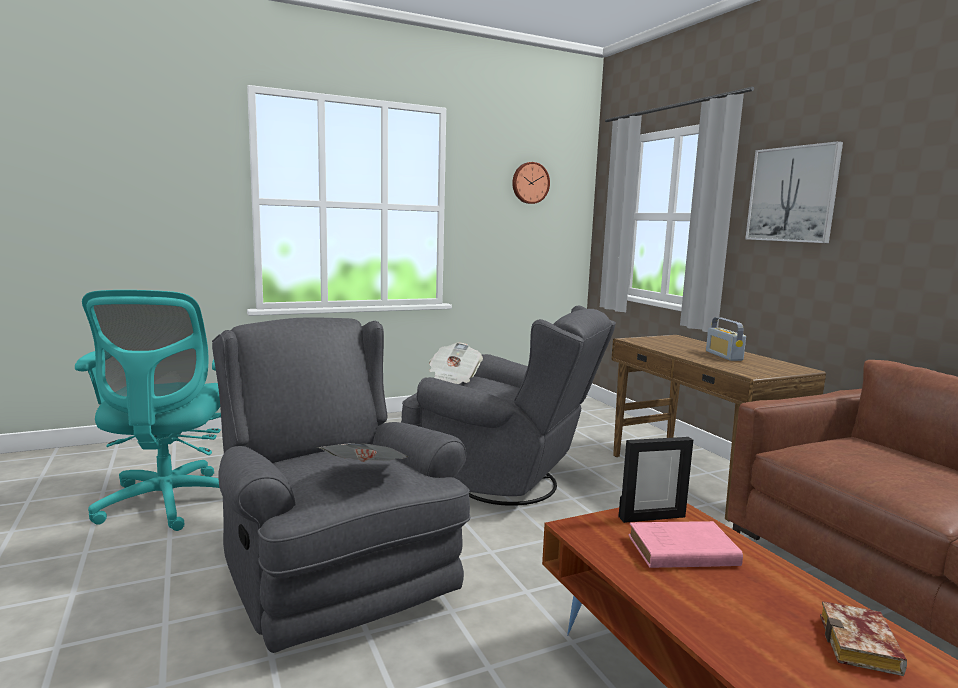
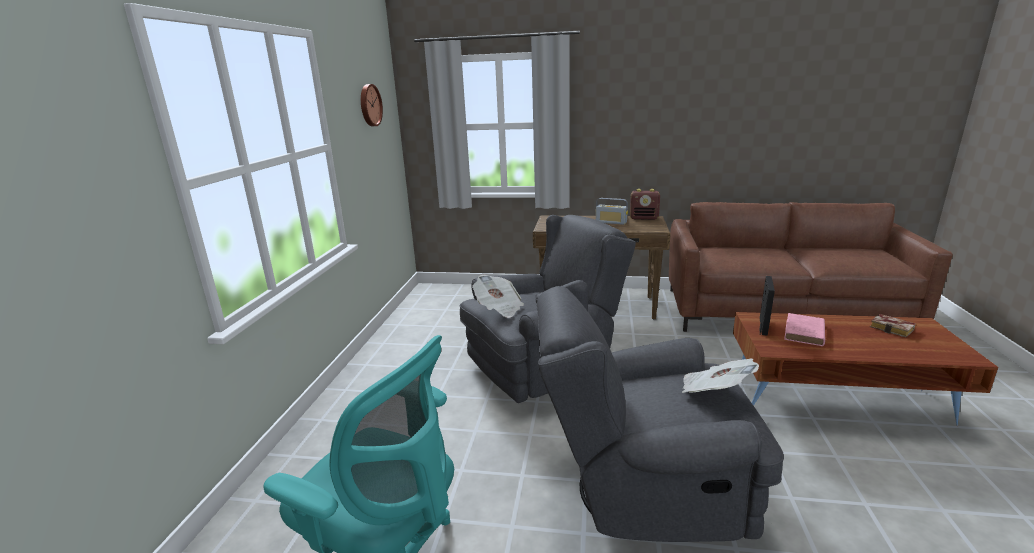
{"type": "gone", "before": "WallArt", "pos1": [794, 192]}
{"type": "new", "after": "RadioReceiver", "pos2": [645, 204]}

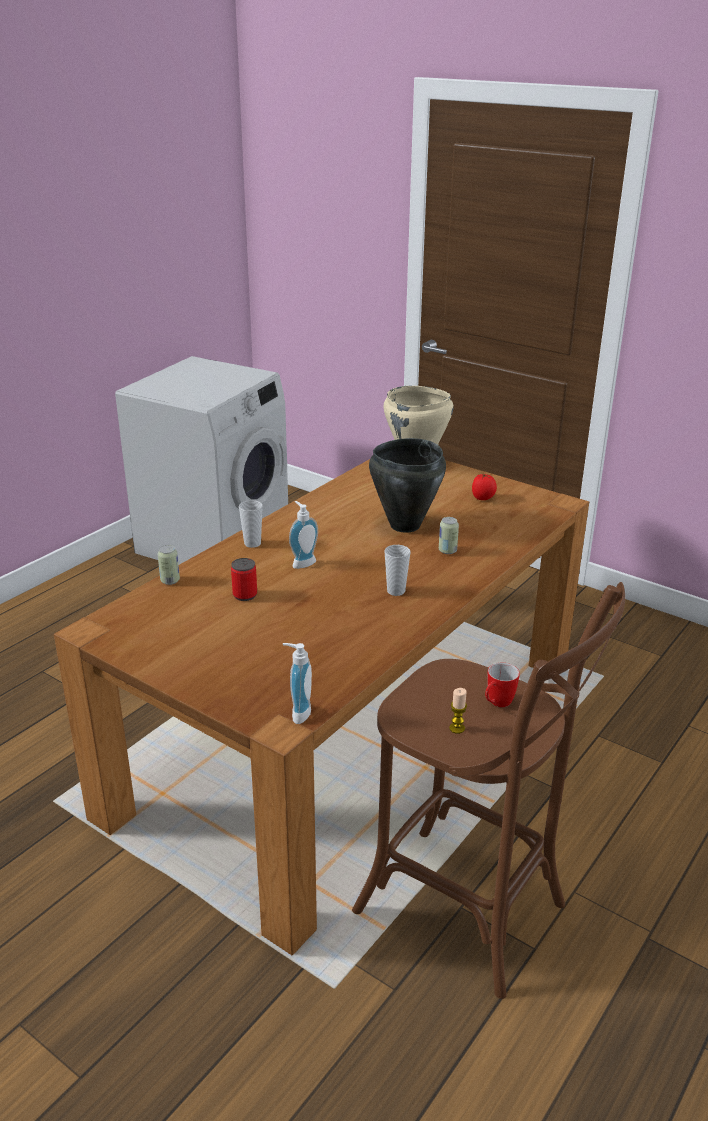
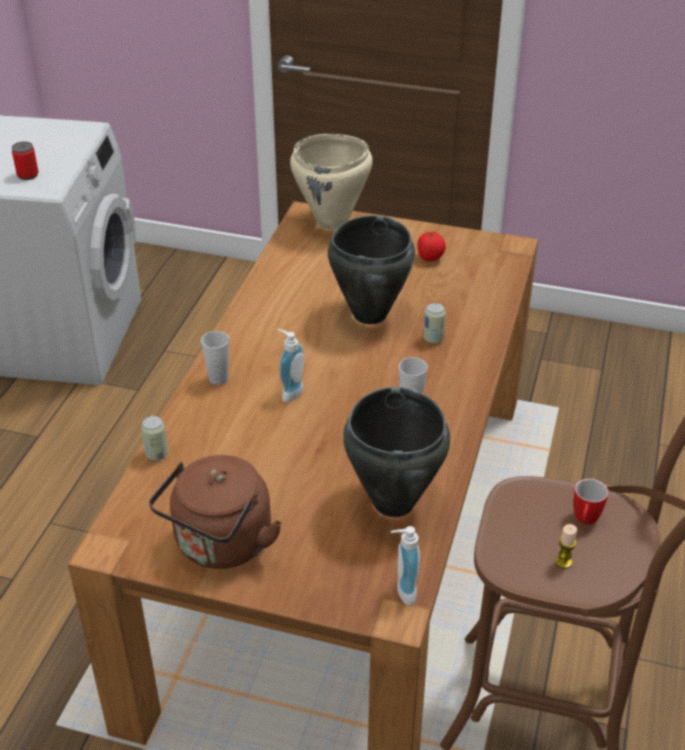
{"type": "new", "after": "BrownWaterKettle", "pos2": [215, 512]}
{"type": "new", "after": "BlackSaucepot", "pos2": [396, 452]}
{"type": "shifted", "before": "SealedCan", "pos1": [244, 579], "pos2": [25, 161]}

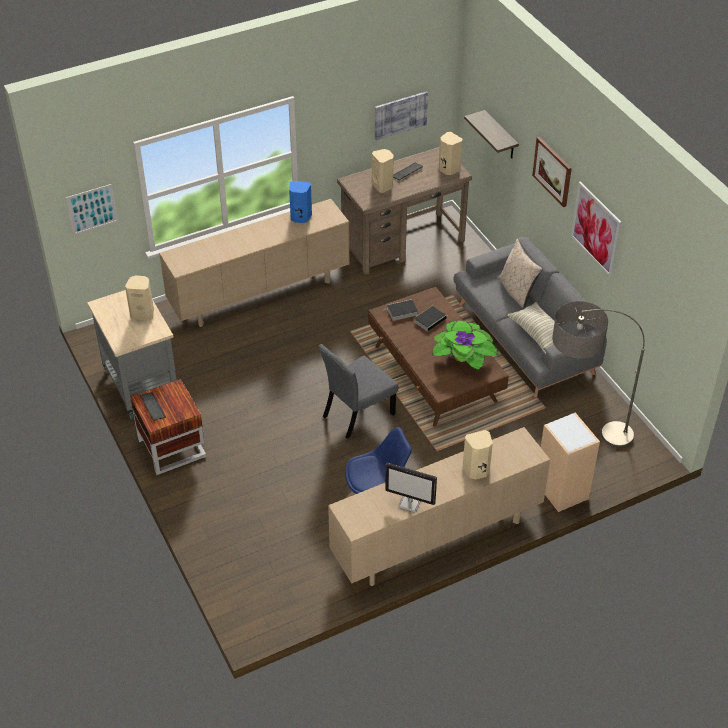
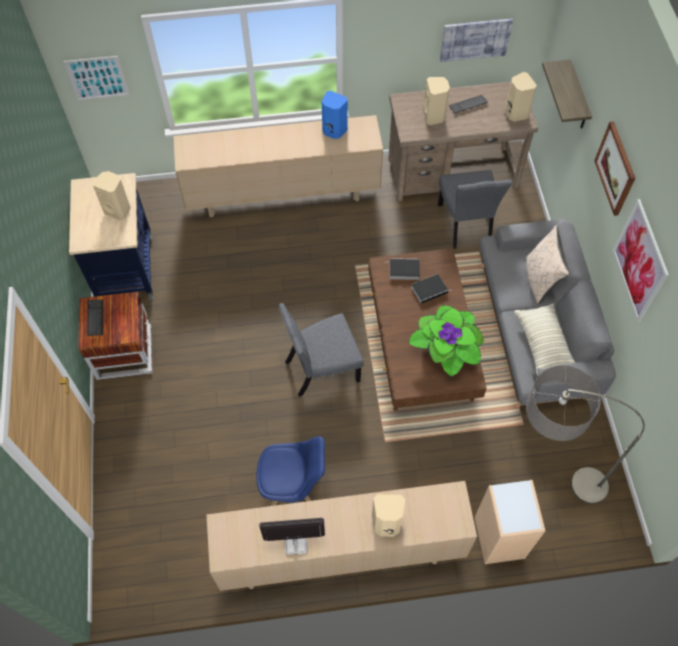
{"type": "new", "after": "GreyUprightChair", "pos2": [475, 209]}
{"type": "repainted", "before": "GreyCart", "after": "BlueColouredCart", "pos1": [132, 355], "pos2": [111, 237]}
{"type": "rotated", "before": "Monitor", "pos1": [411, 487], "pos2": [292, 536], "turn": 135}

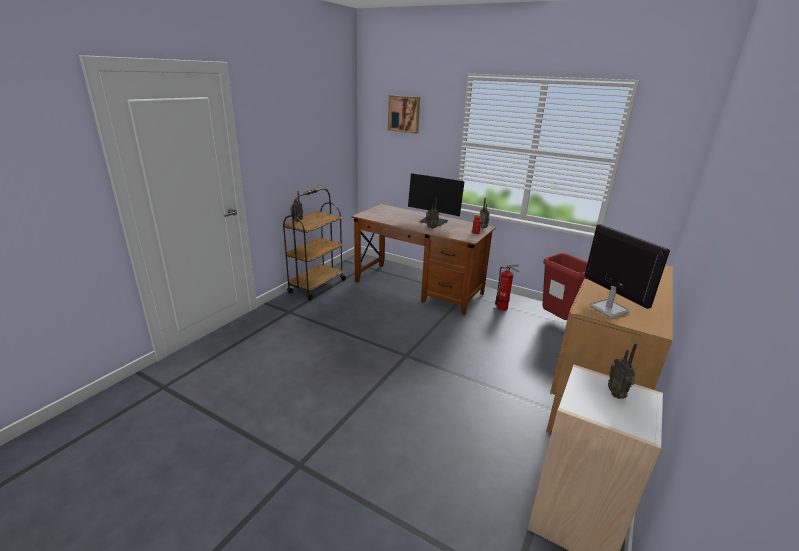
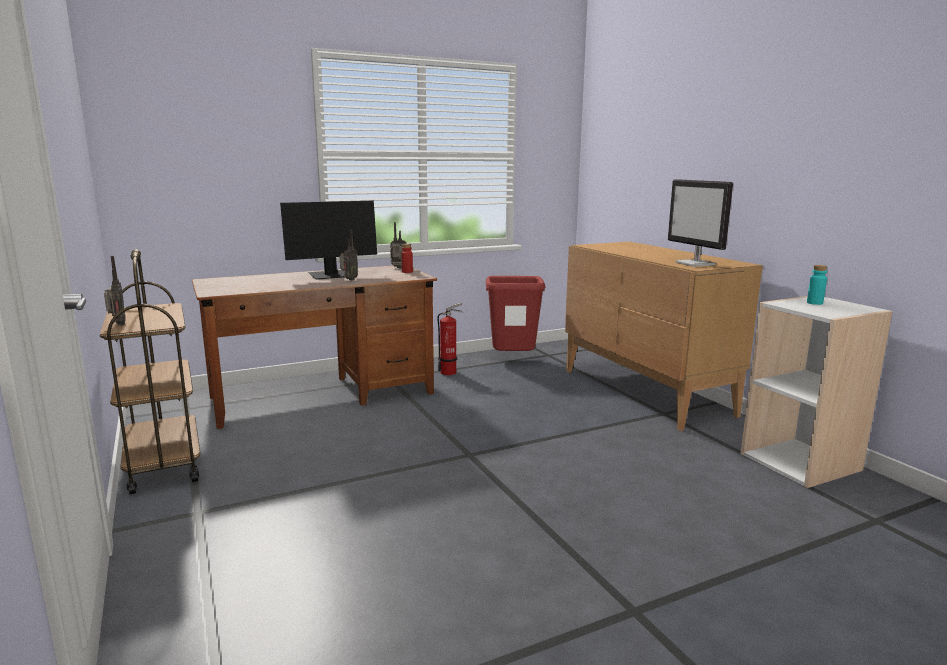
{"type": "gone", "before": "WallArt", "pos1": [404, 114]}
{"type": "swapped", "before": "RadioReceiver", "after": "TurquoiseColouredBeverageBottle", "pos1": [622, 371], "pos2": [817, 285]}
{"type": "rotated", "before": "Monitor", "pos1": [627, 271], "pos2": [700, 223], "turn": -120}

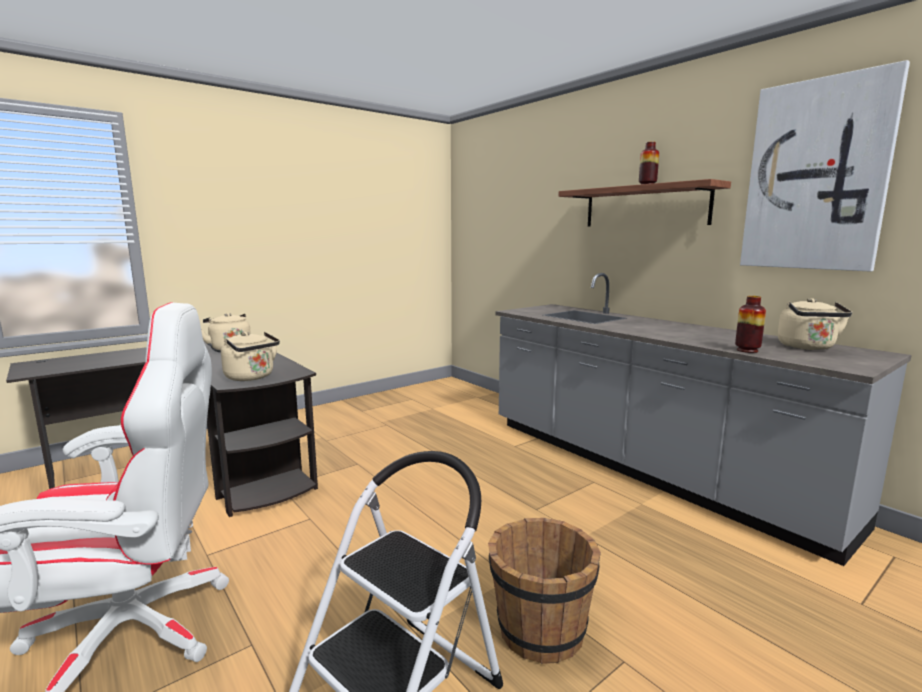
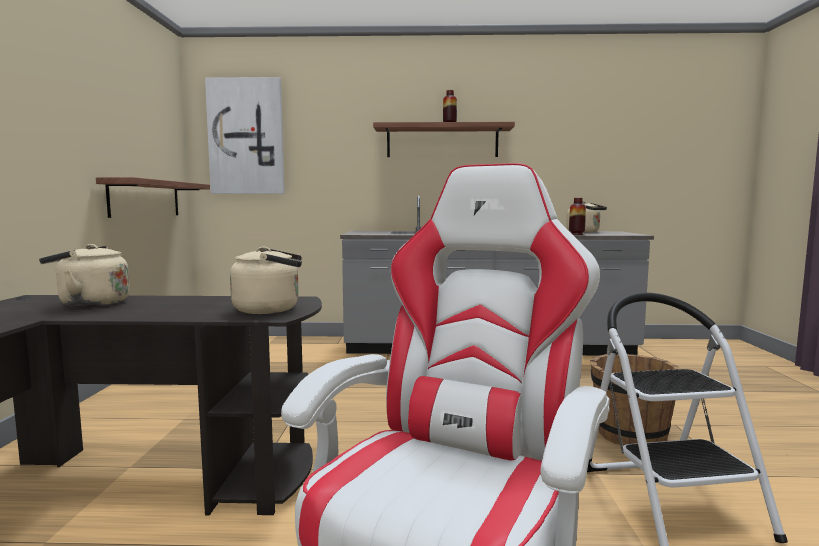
{"type": "new", "after": "WallShelf", "pos2": [153, 197]}
{"type": "shifted", "before": "WallArt", "pos1": [825, 166], "pos2": [245, 135]}

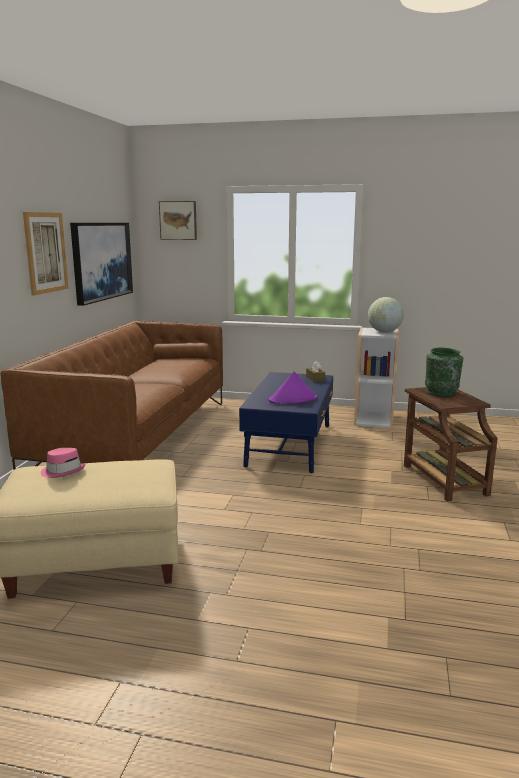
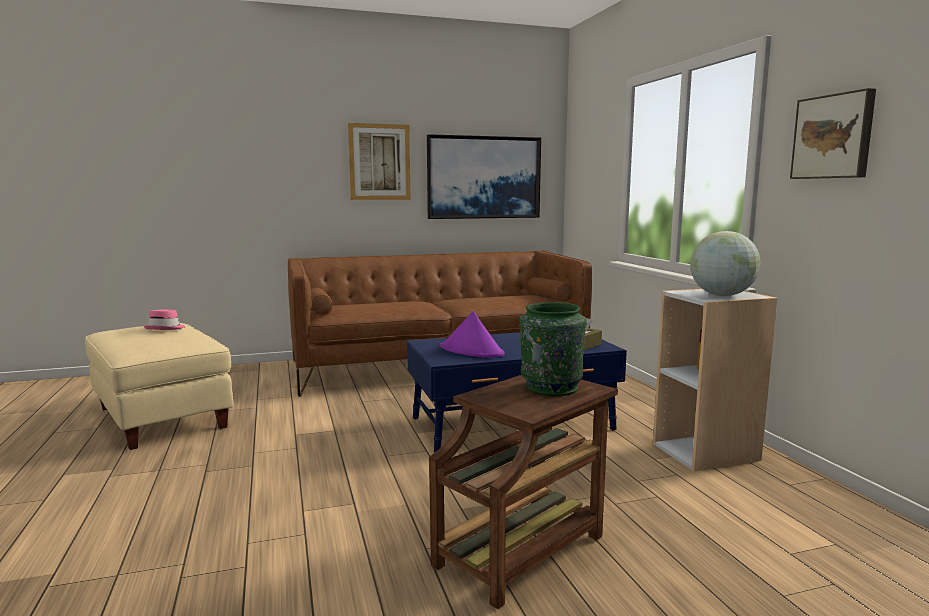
{"type": "shifted", "before": "WallArt", "pos1": [178, 220], "pos2": [833, 133]}

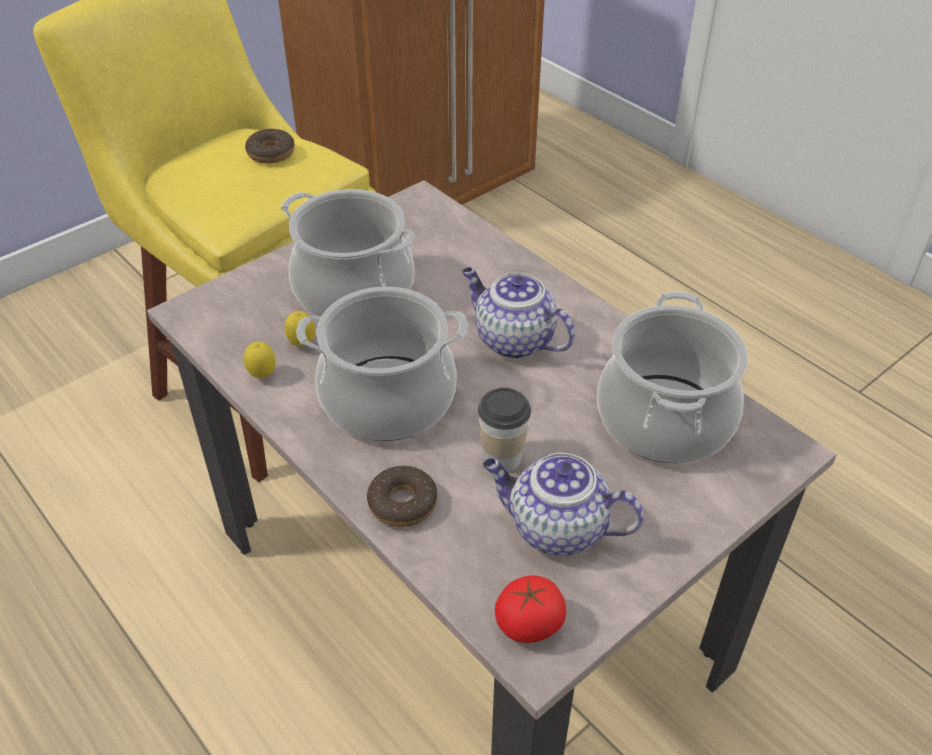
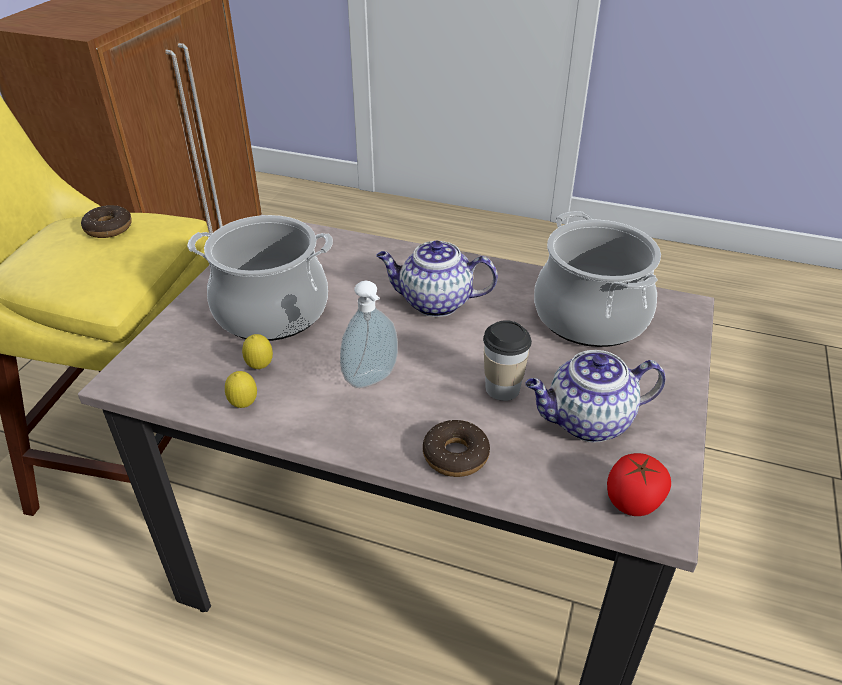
{"type": "swapped", "before": "Saucepot", "after": "SoapBottle", "pos1": [382, 364], "pos2": [369, 334]}

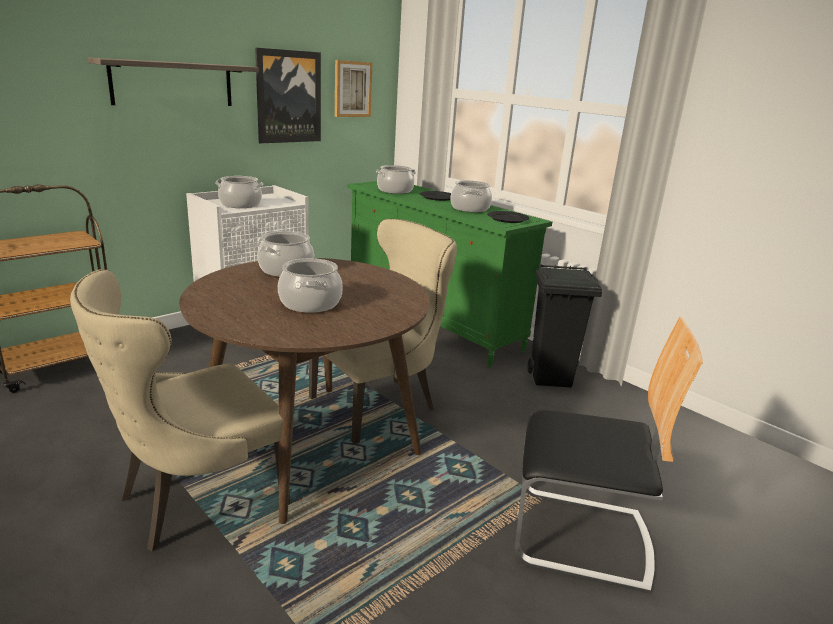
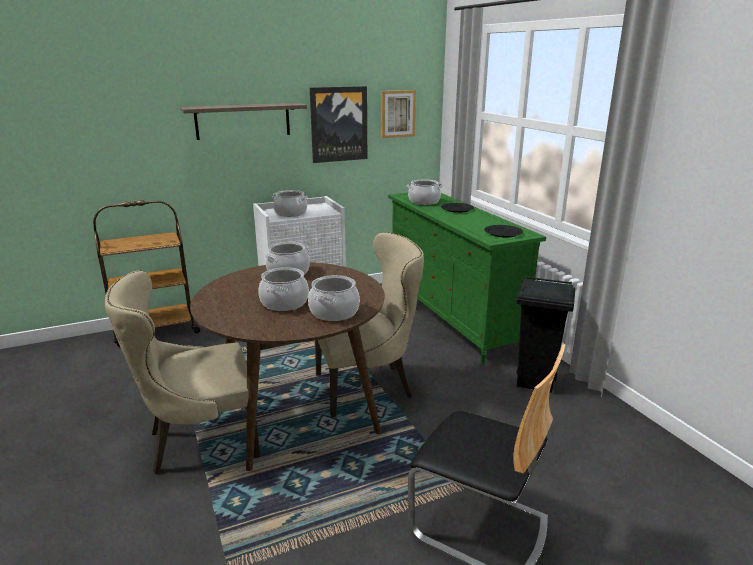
{"type": "shifted", "before": "Saucepot", "pos1": [471, 196], "pos2": [334, 298]}

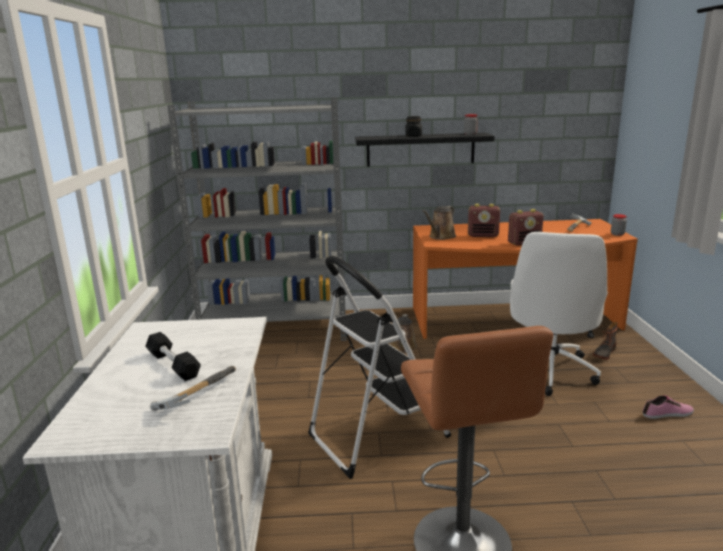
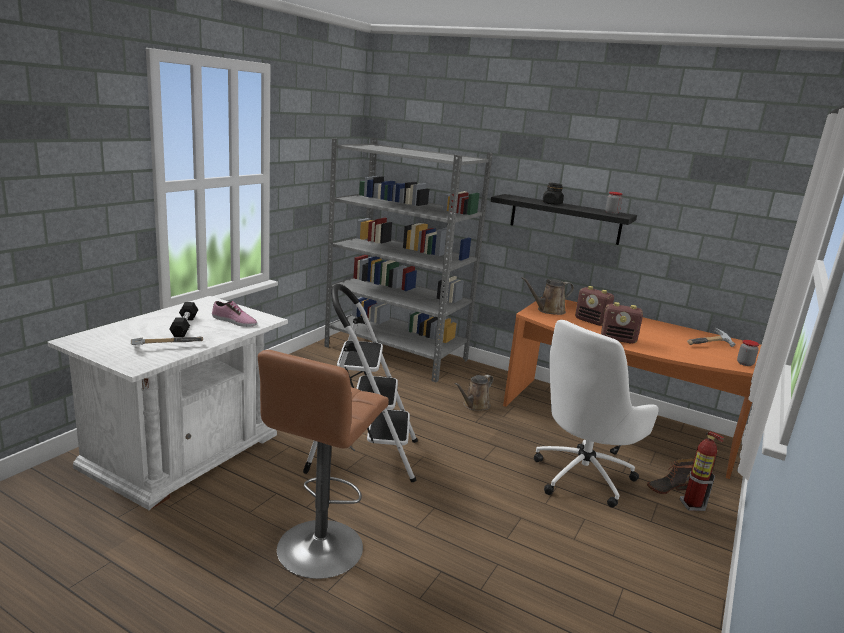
{"type": "new", "after": "FireExtinguisher", "pos2": [702, 471]}
{"type": "shifted", "before": "ItemOfFootwear", "pos1": [668, 407], "pos2": [234, 314]}

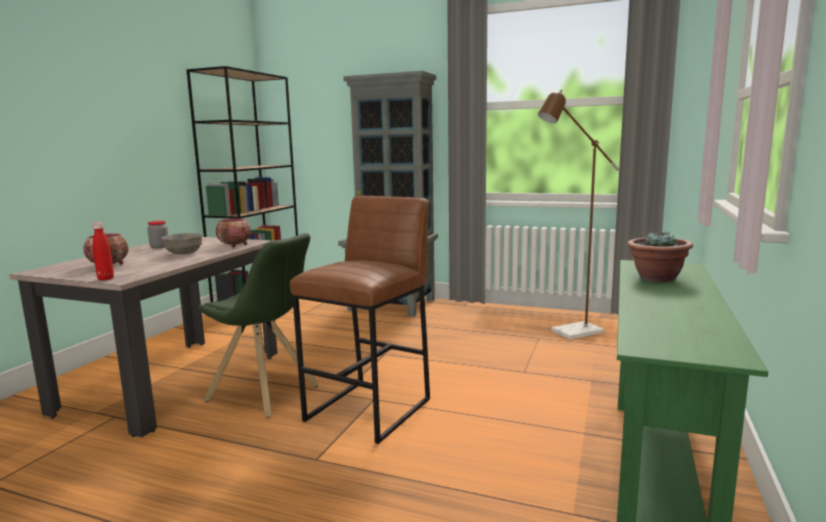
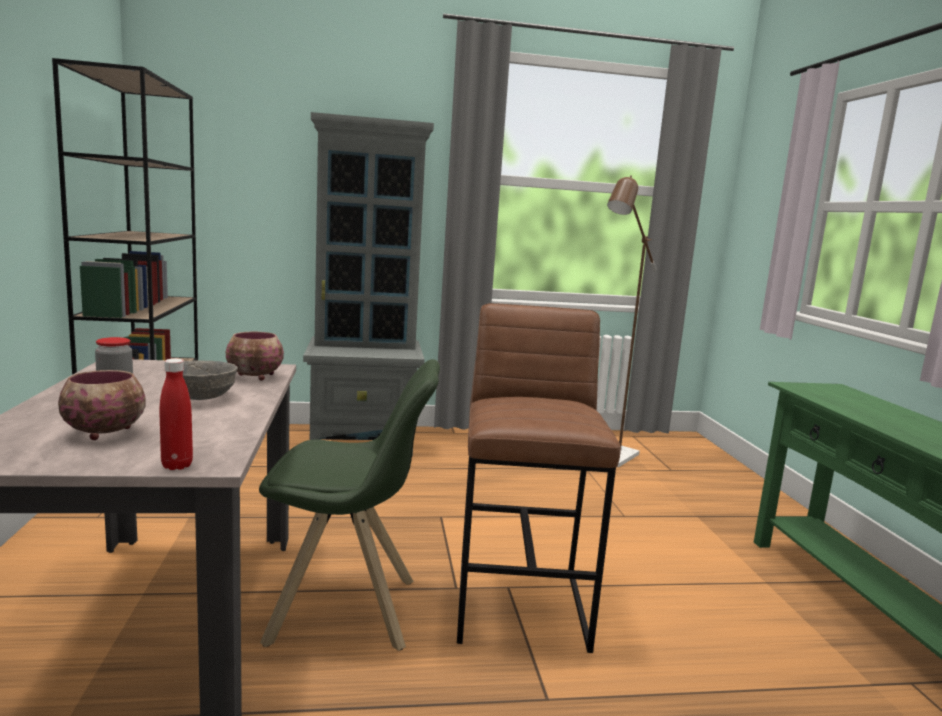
{"type": "gone", "before": "PlantInAPot", "pos1": [660, 256]}

